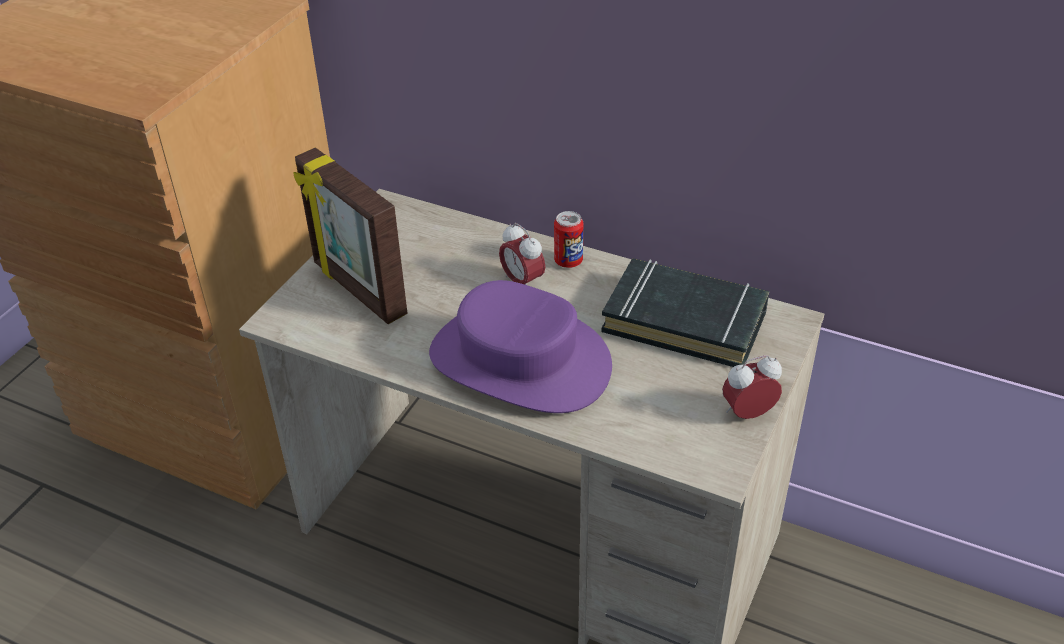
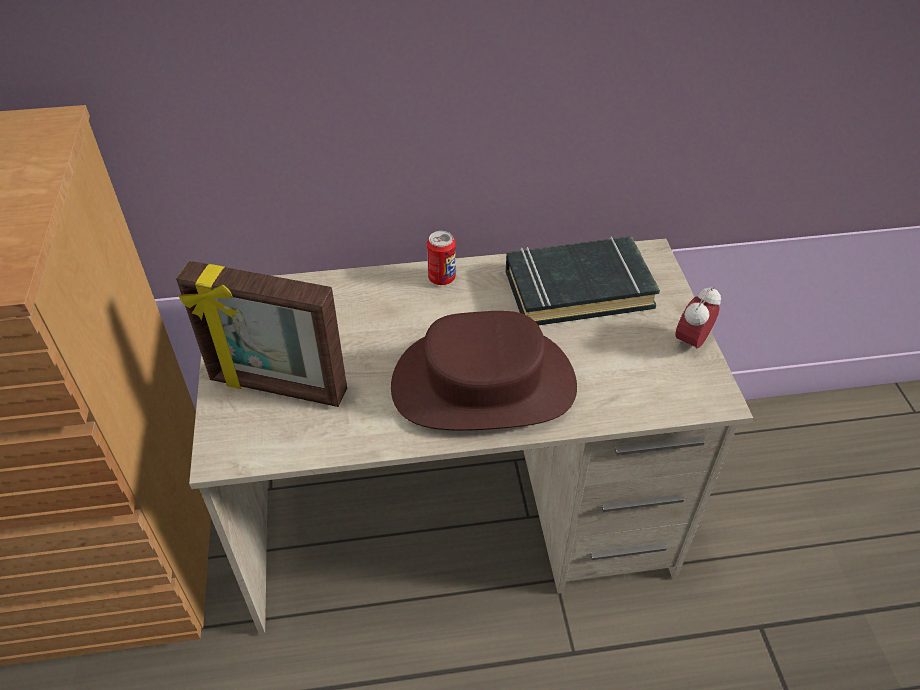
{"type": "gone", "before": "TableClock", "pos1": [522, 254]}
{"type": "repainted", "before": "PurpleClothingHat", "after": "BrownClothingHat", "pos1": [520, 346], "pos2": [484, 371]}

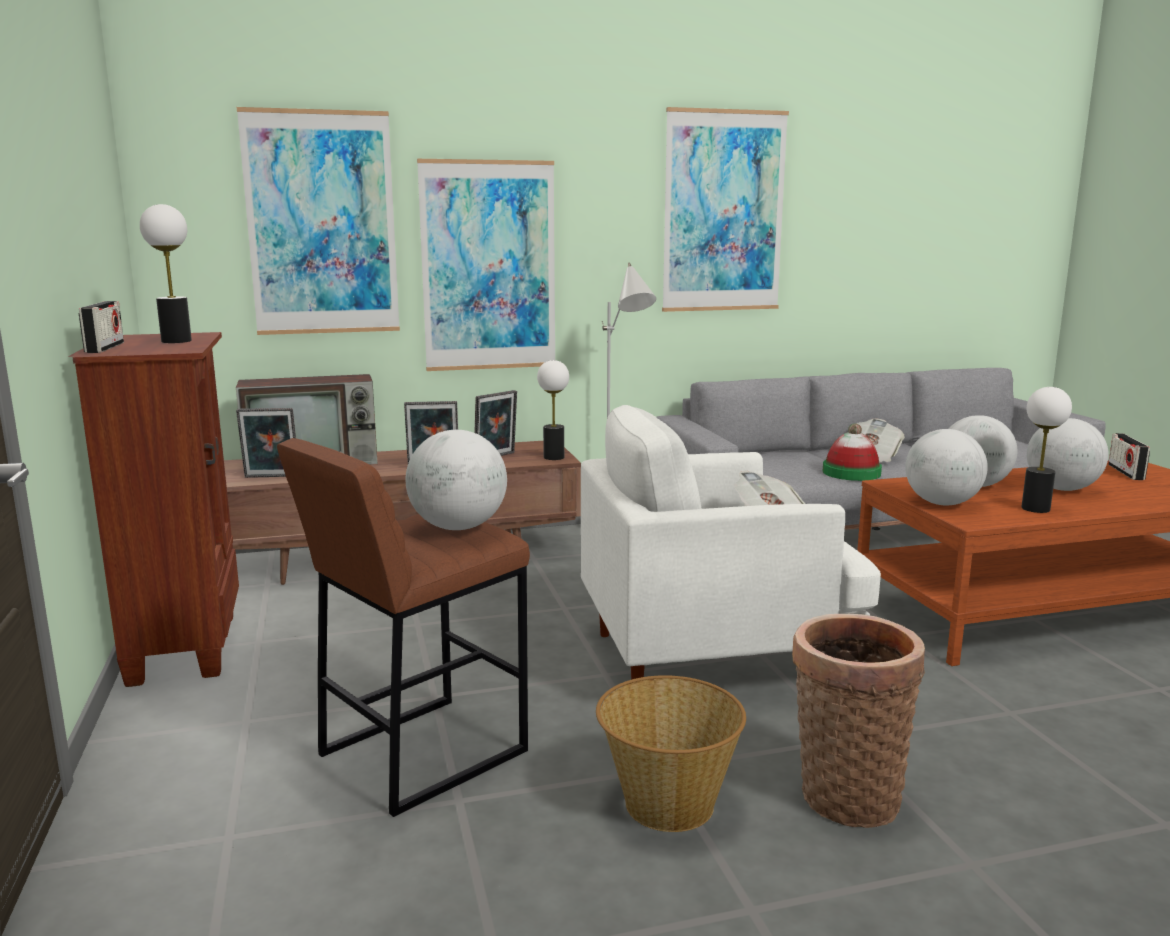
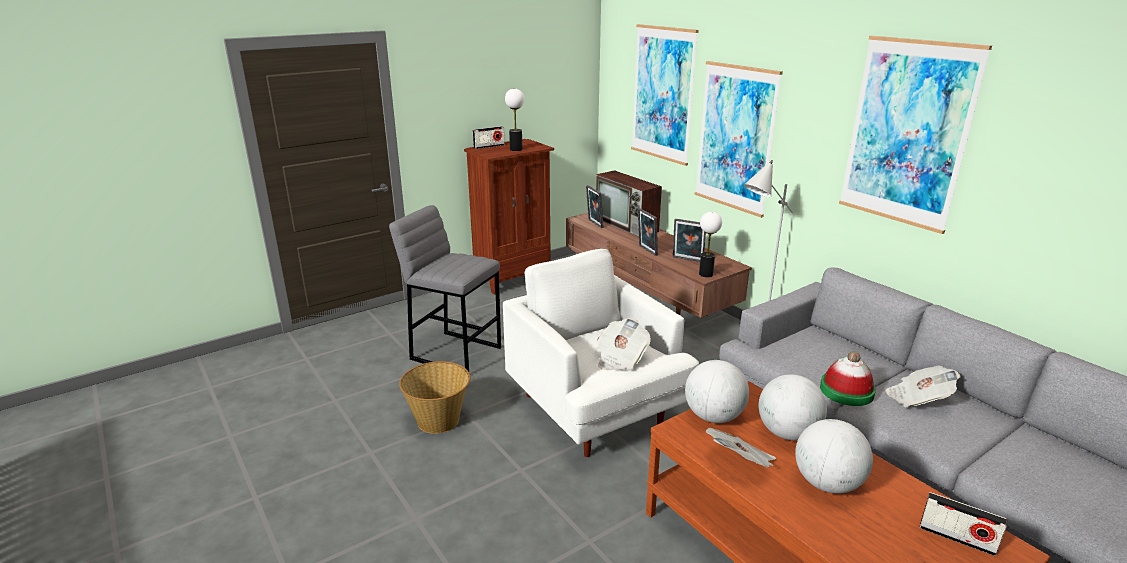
{"type": "gone", "before": "DeskGlobe", "pos1": [456, 480]}
{"type": "gone", "before": "Basket", "pos1": [858, 721]}
{"type": "swapped", "before": "TabletopLamp", "after": "PrintedPaper", "pos1": [1046, 450], "pos2": [741, 448]}
{"type": "repainted", "before": "BrownSittingStool", "after": "GreySittingStool", "pos1": [403, 627], "pos2": [445, 288]}
{"type": "rotated", "before": "RadioReceiver", "pos1": [1129, 456], "pos2": [963, 524], "turn": -135}

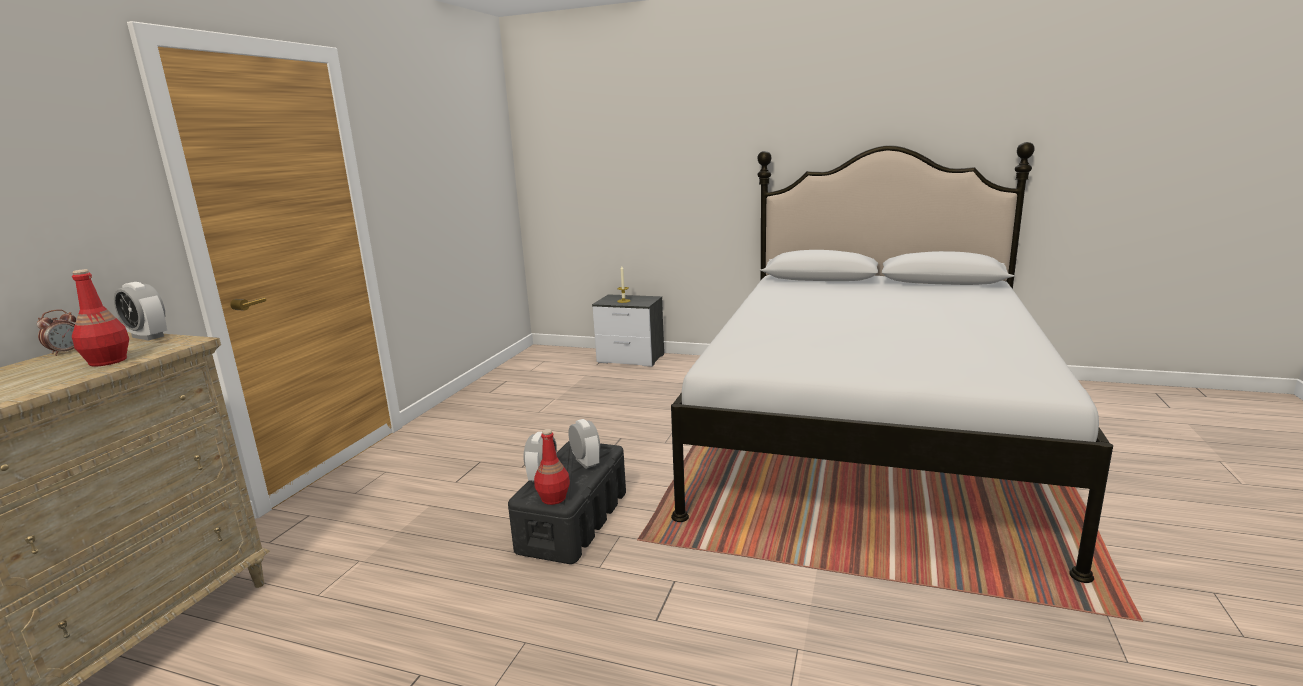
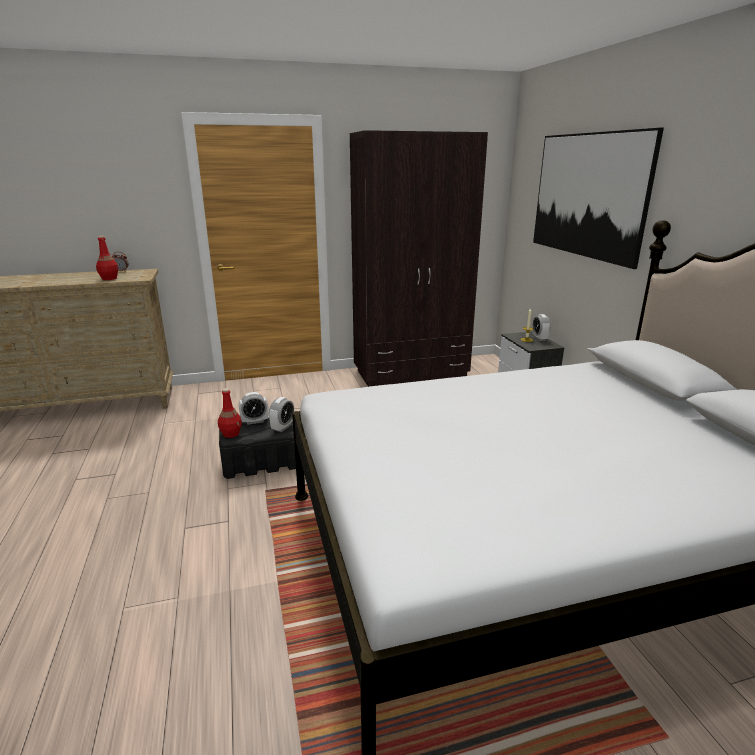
{"type": "new", "after": "BrownClothesCupboard", "pos2": [419, 258]}
{"type": "new", "after": "WallArt", "pos2": [598, 198]}
{"type": "shifted", "before": "TableClock", "pos1": [140, 311], "pos2": [542, 327]}

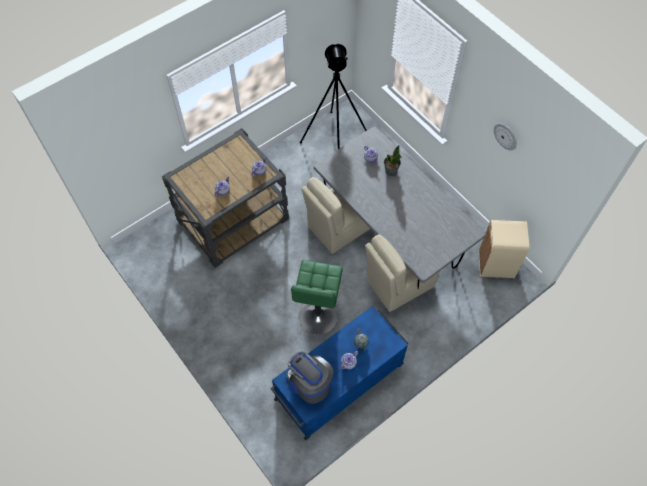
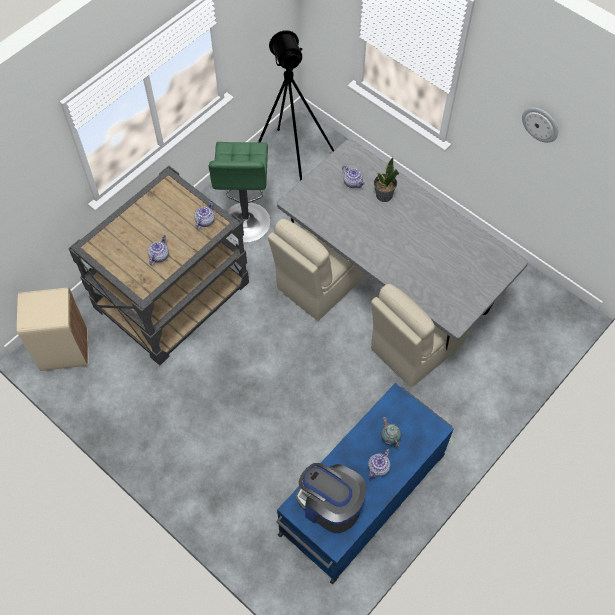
{"type": "shifted", "before": "GreenSittingStool", "pos1": [317, 297], "pos2": [239, 192]}
{"type": "shifted", "before": "SandColouredWasteBin", "pos1": [504, 249], "pos2": [52, 329]}

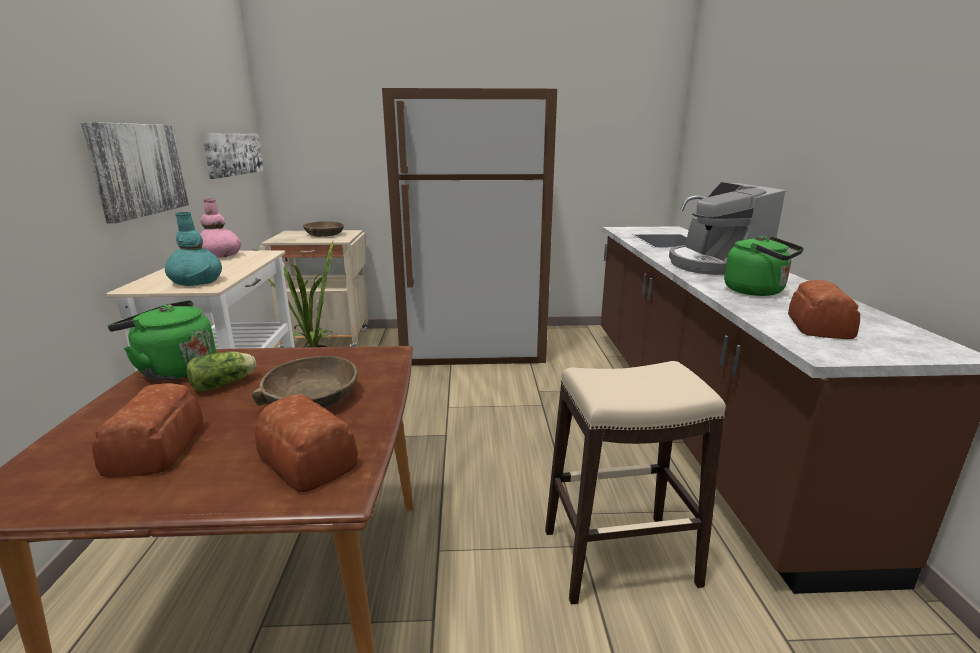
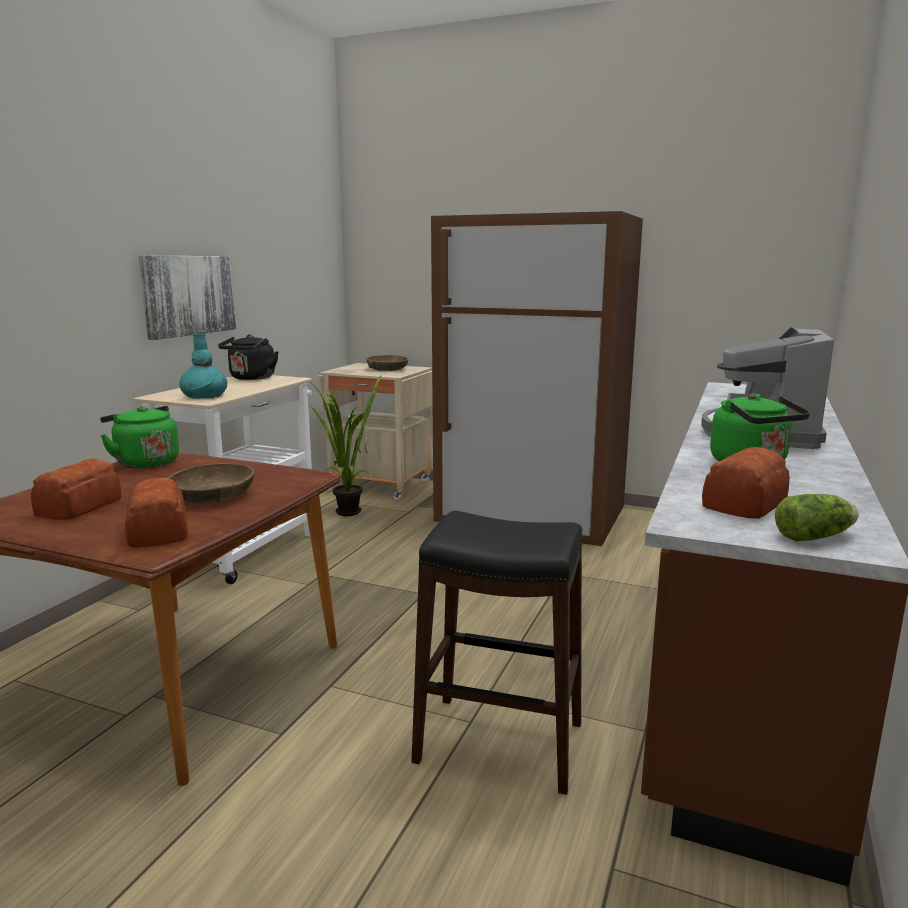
{"type": "gone", "before": "WallArt", "pos1": [233, 156]}
{"type": "shifted", "before": "HeadOfLettuce", "pos1": [221, 371], "pos2": [816, 517]}
{"type": "swapped", "before": "PinkColouredDecorativeVase", "after": "BlackWaterKettle", "pos1": [220, 228], "pos2": [248, 357]}
{"type": "repainted", "before": "SandColouredSittingStool", "after": "BlackSittingStool", "pos1": [635, 483], "pos2": [496, 653]}

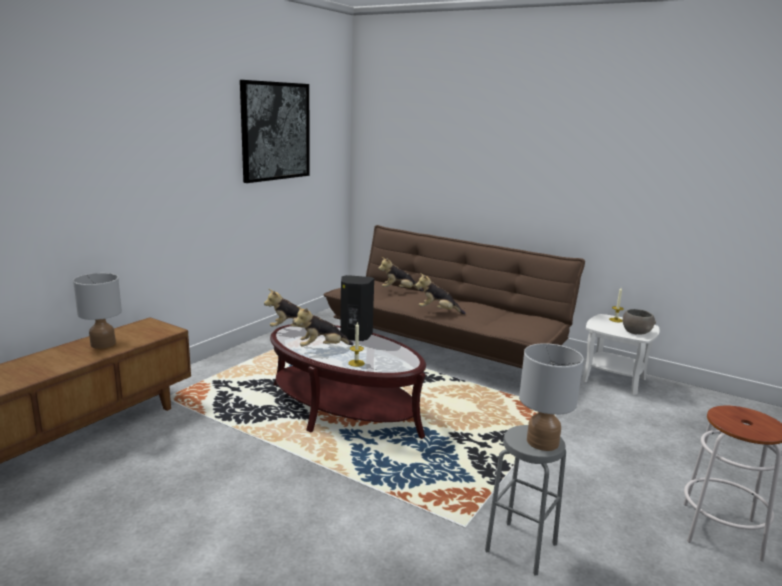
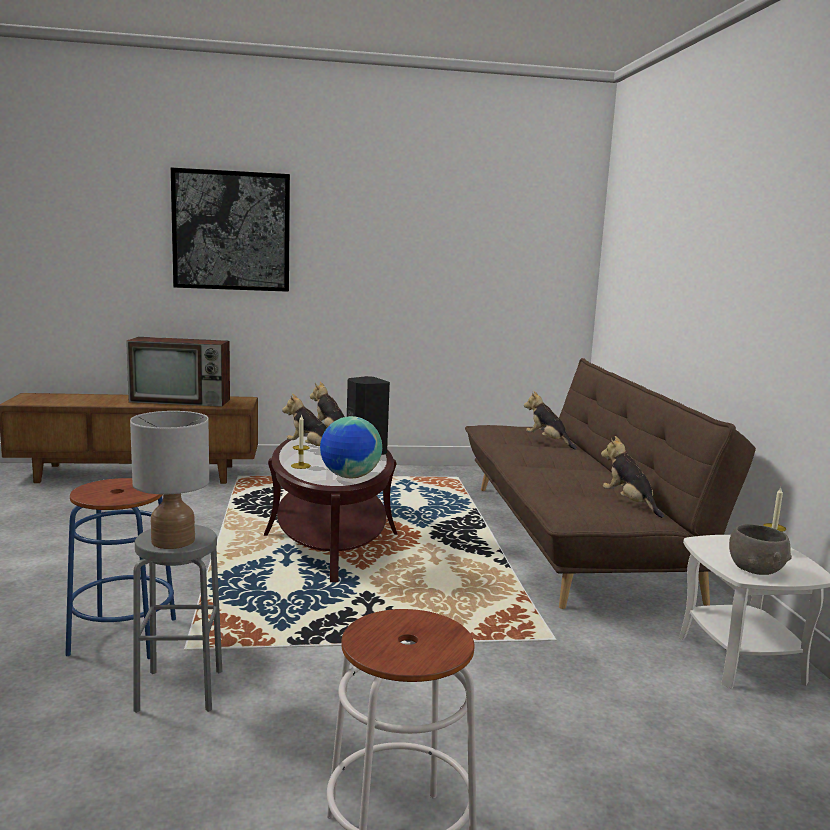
{"type": "new", "after": "BlueColouredSittingStool", "pos2": [120, 568]}
{"type": "new", "after": "DeskGlobe", "pos2": [351, 447]}
{"type": "shifted", "before": "WallArt", "pos1": [275, 131], "pos2": [230, 230]}
{"type": "shifted", "before": "SoftToy", "pos1": [440, 293], "pos2": [632, 477]}
{"type": "swapped", "before": "GreyTabletopLamp", "after": "Tv", "pos1": [97, 311], "pos2": [178, 372]}

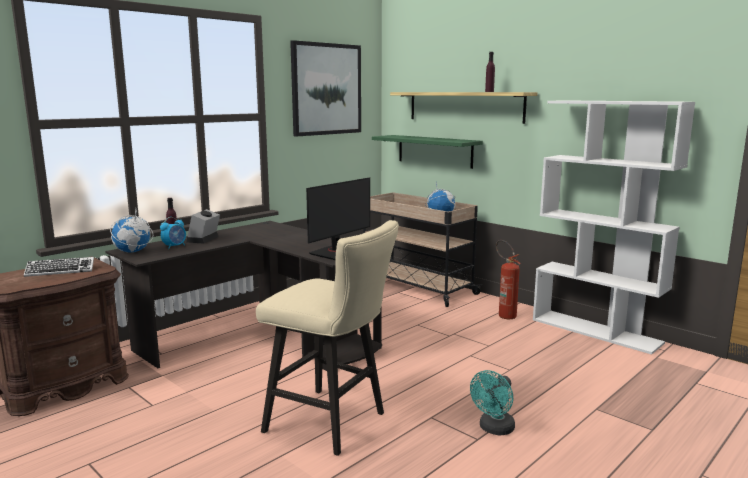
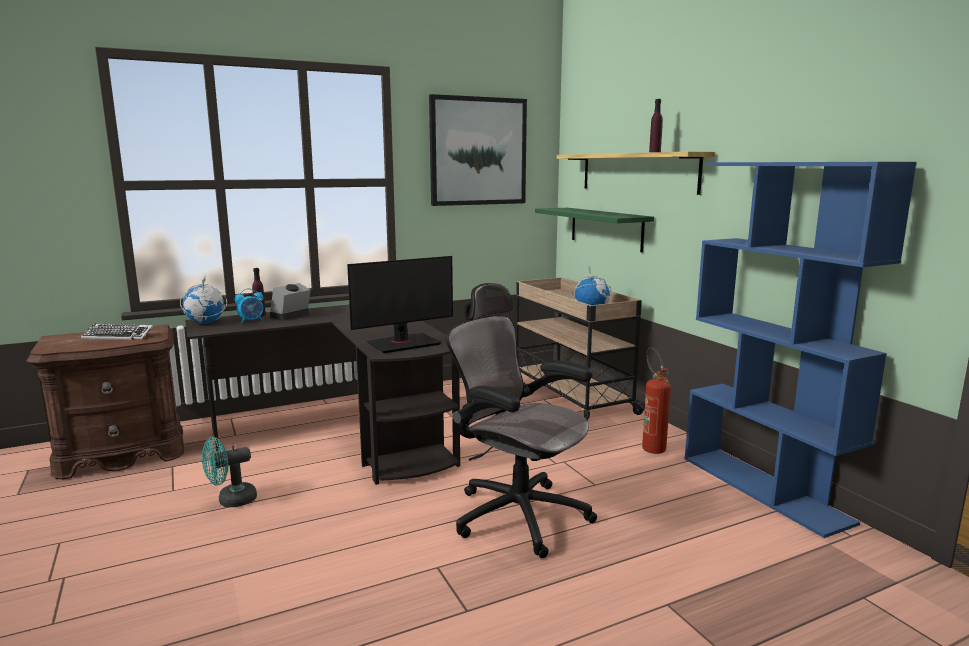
{"type": "gone", "before": "SandColouredSittingStool", "pos1": [327, 338]}
{"type": "new", "after": "OfficeChair", "pos2": [521, 420]}
{"type": "shifted", "before": "TurquoiseColouredFan", "pos1": [492, 402], "pos2": [229, 472]}
{"type": "repainted", "before": "WhitishBookcase", "after": "BlueColouredBookcase", "pos1": [614, 227], "pos2": [801, 350]}

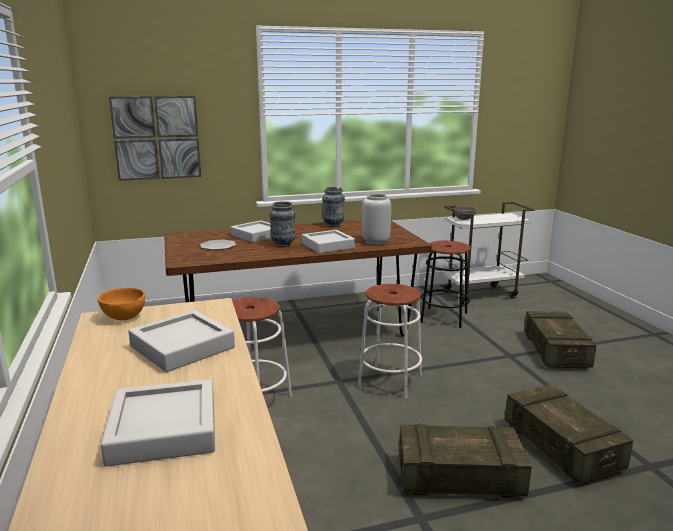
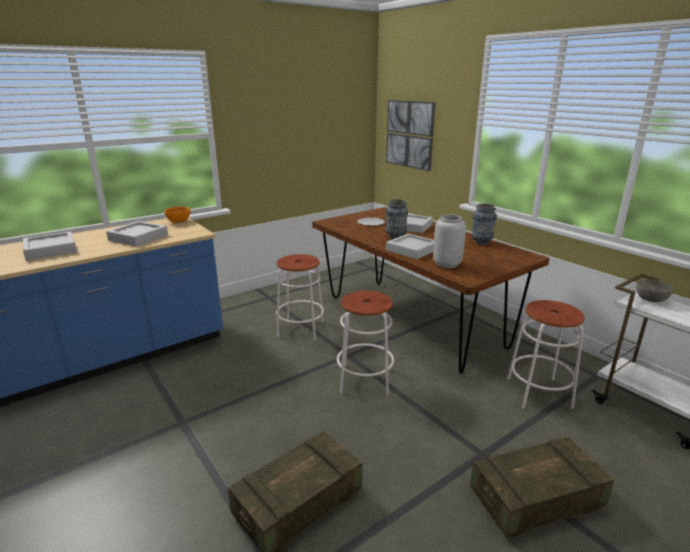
{"type": "gone", "before": "PackingCrate", "pos1": [465, 461]}
{"type": "repainted", "before": "BlackSittingStool", "after": "WhitishSittingStool", "pos1": [445, 284], "pos2": [546, 354]}

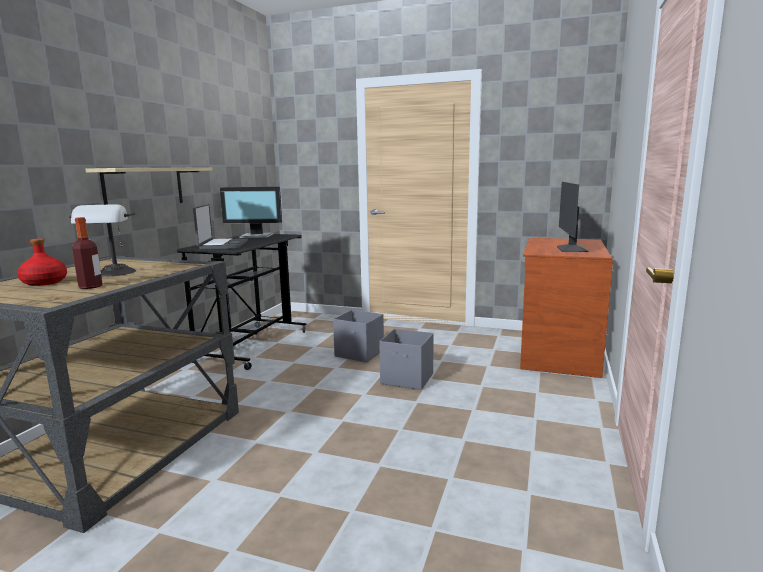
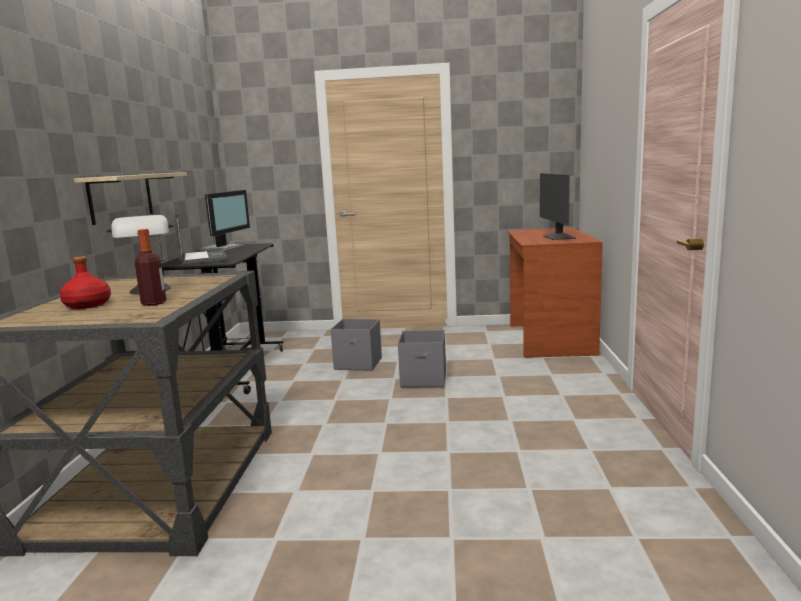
{"type": "rotated", "before": "Monitor", "pos1": [251, 212], "pos2": [225, 220], "turn": -60}

